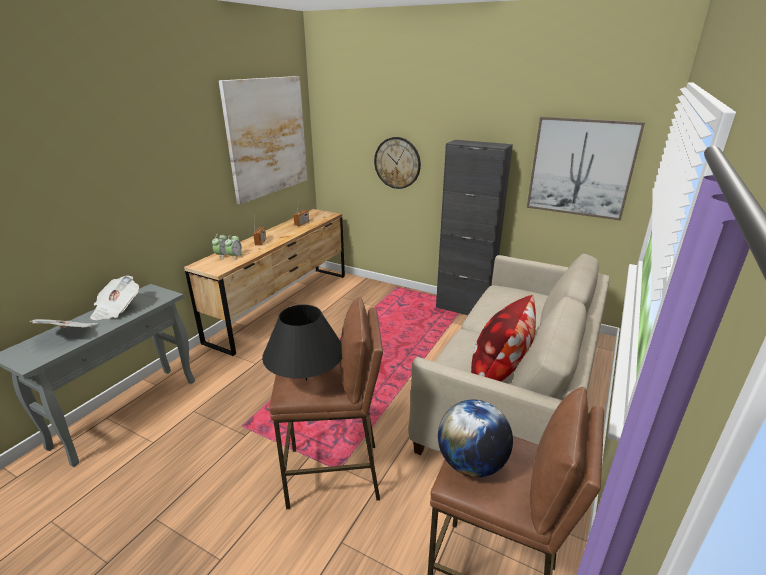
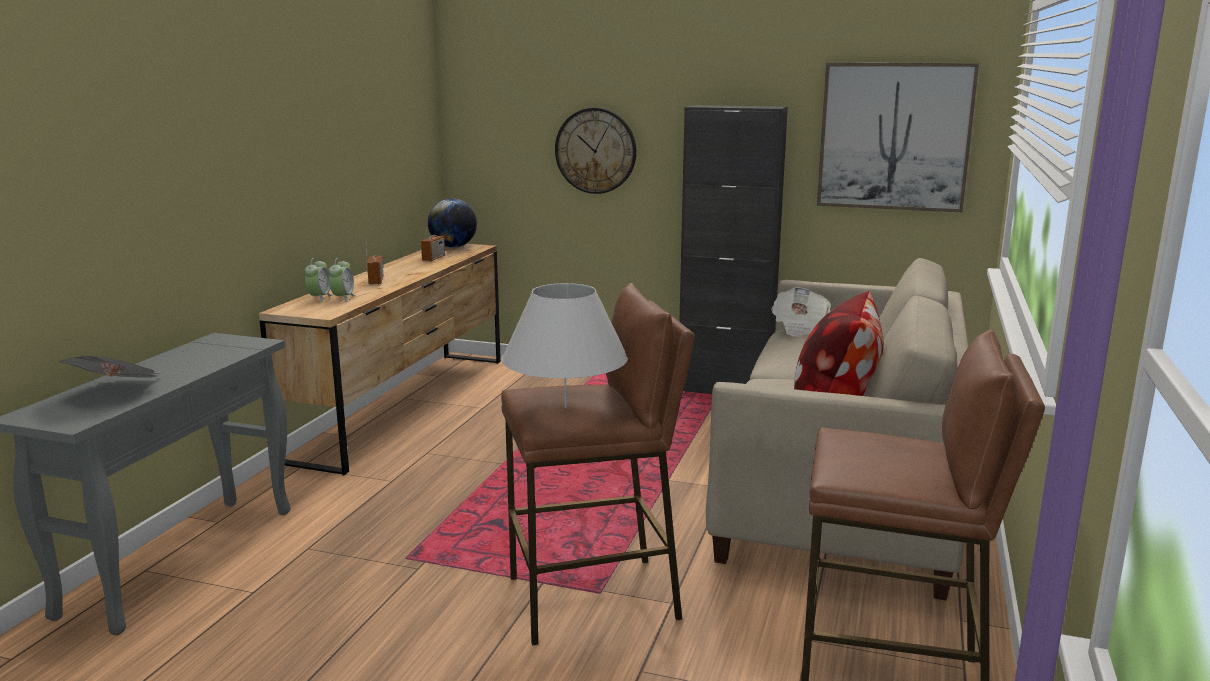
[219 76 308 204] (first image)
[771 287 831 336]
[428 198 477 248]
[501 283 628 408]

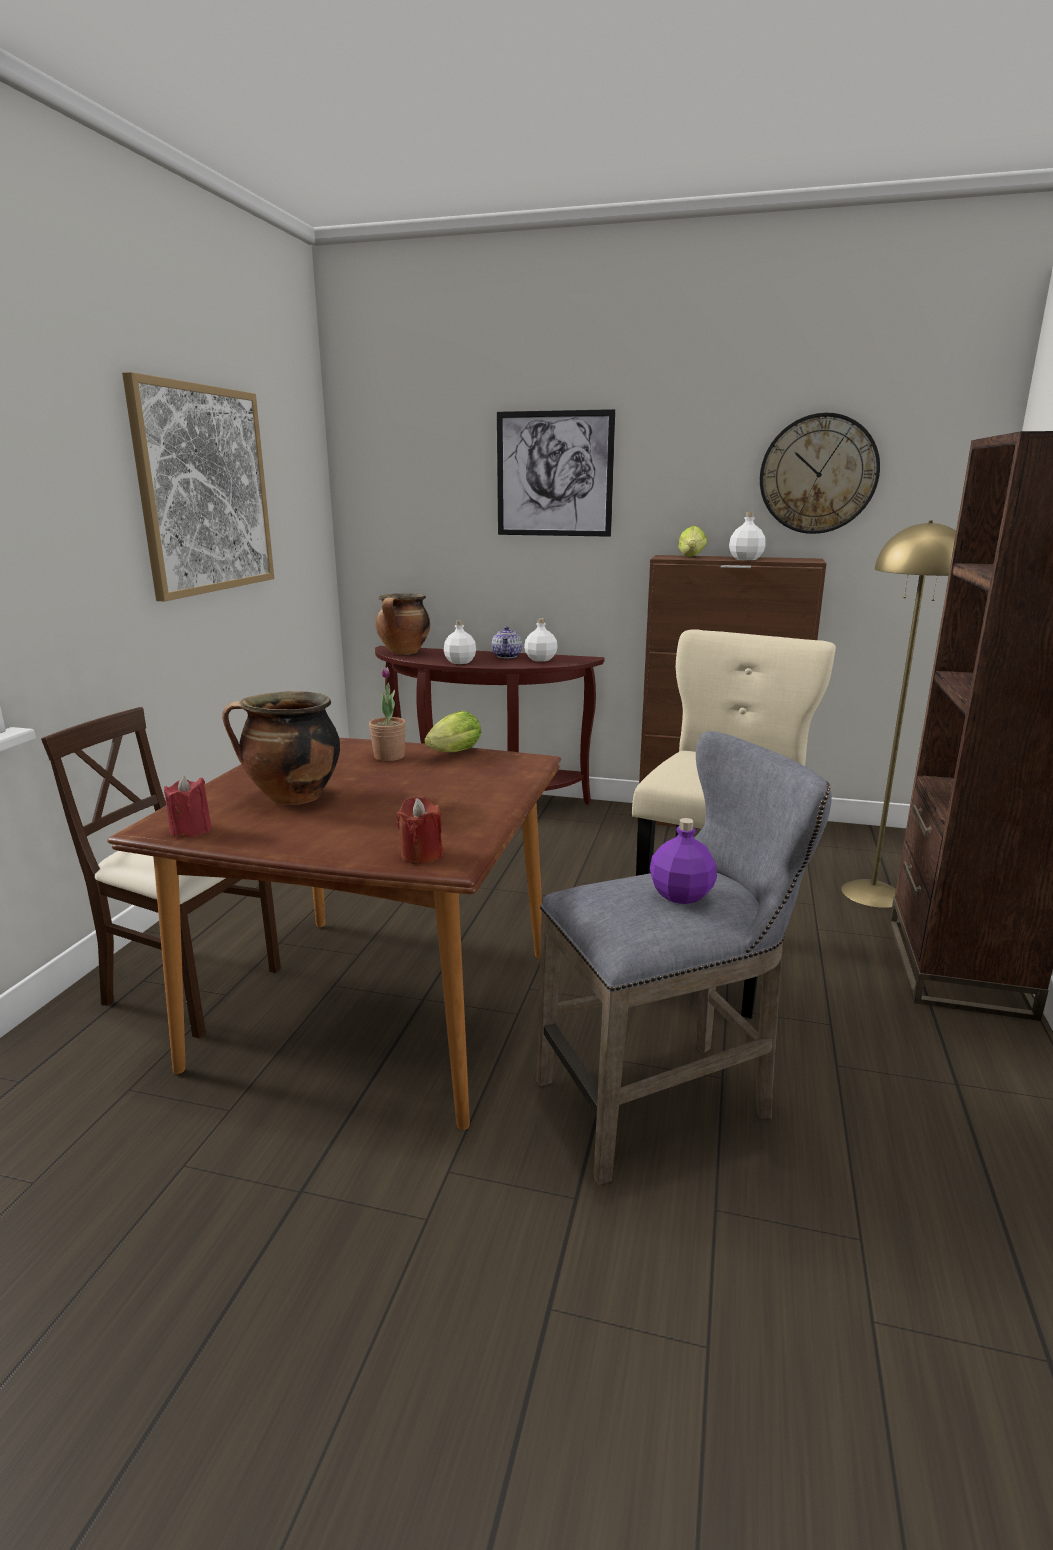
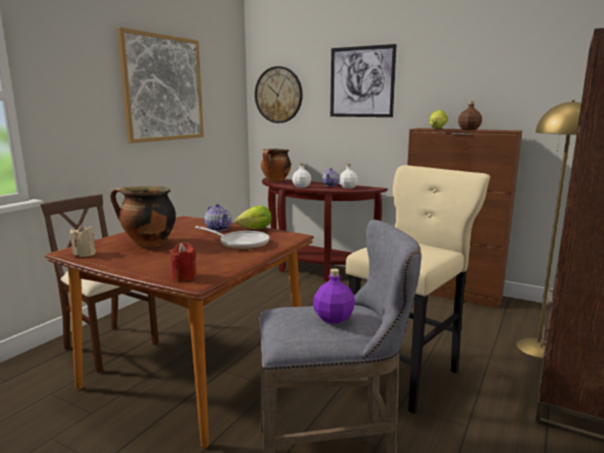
[195 226 269 250]
[255 66 303 123]
[205 204 232 231]
[70 224 96 257]
[458 101 482 130]

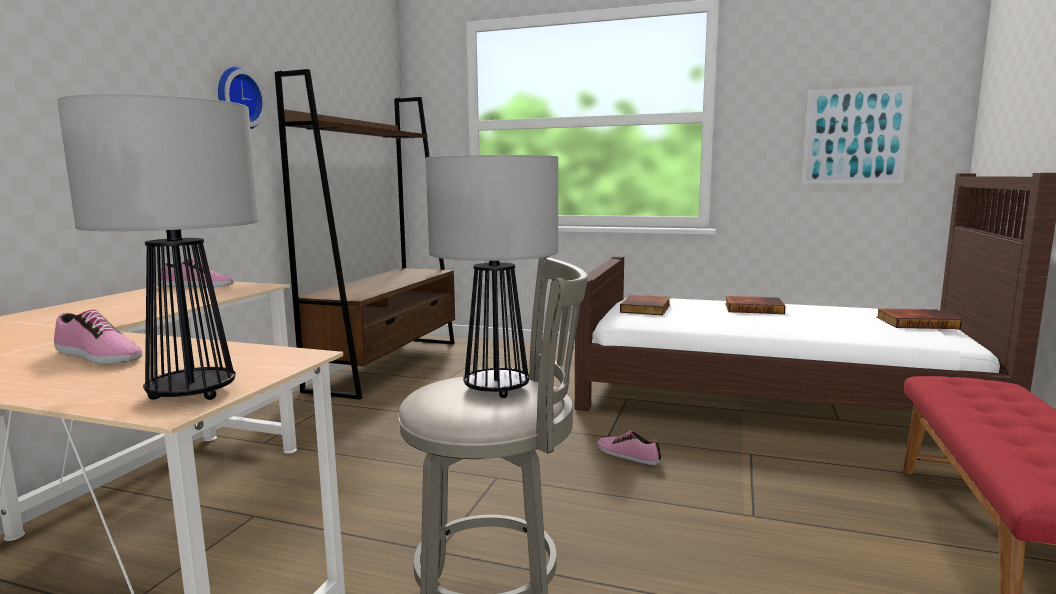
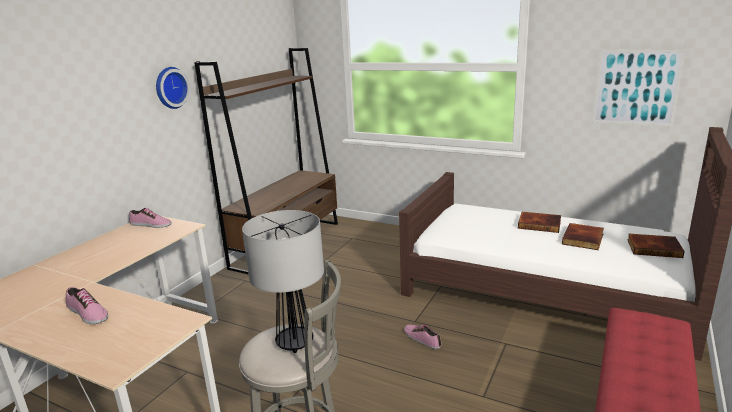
[57 94 259 400] (first image)
[562 223 604 250]

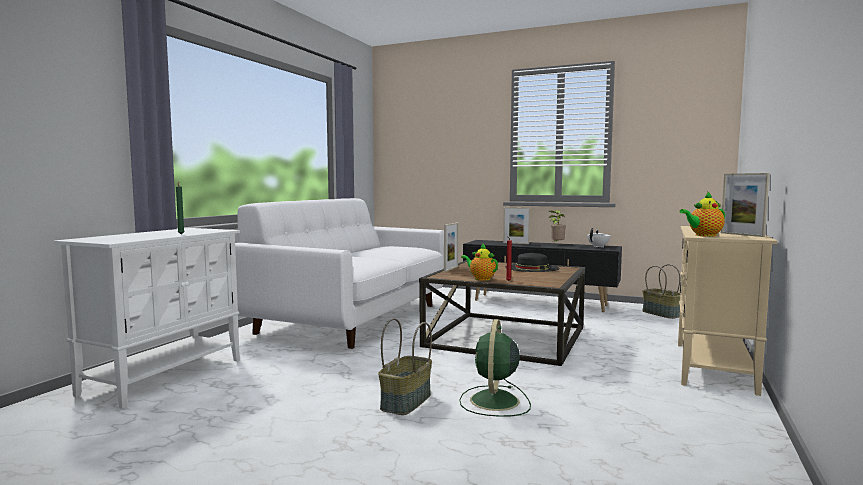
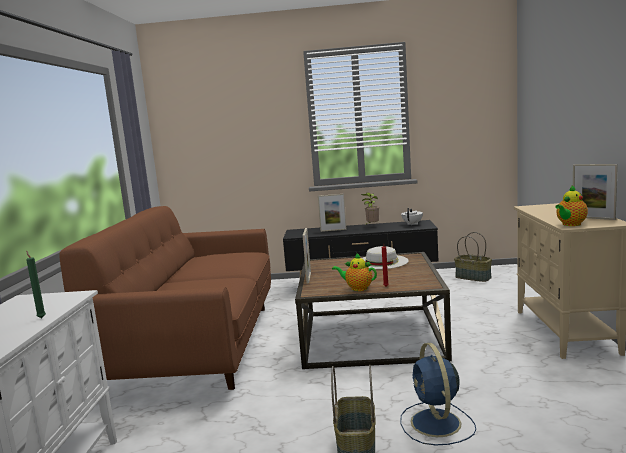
[59 206 271 390]
[400 343 476 446]
[362 246 409 269]

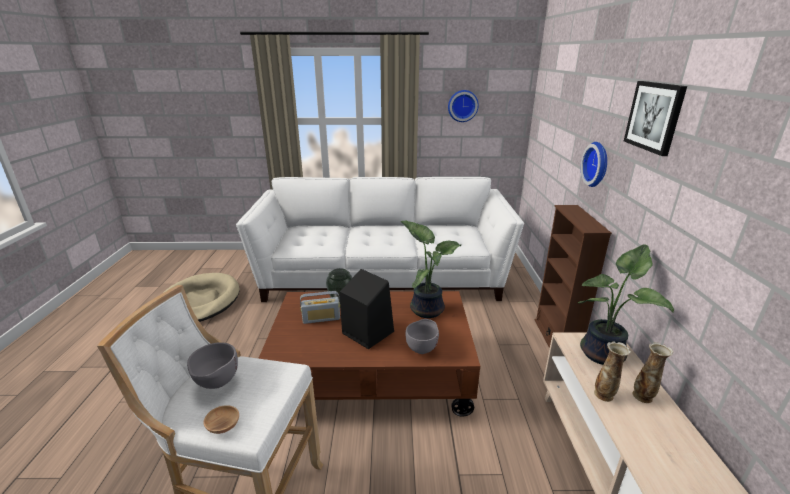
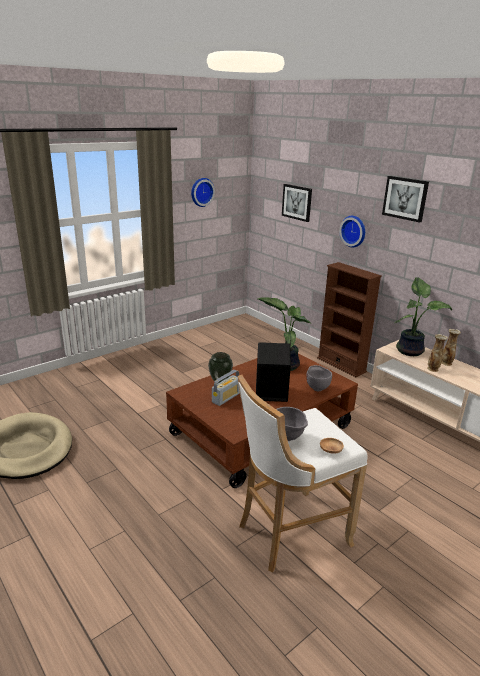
[236 177 524 302] (first image)
[282 184 312 222]

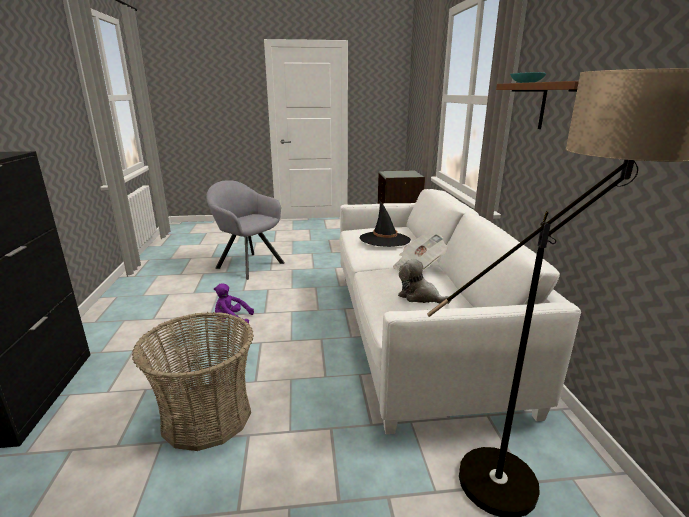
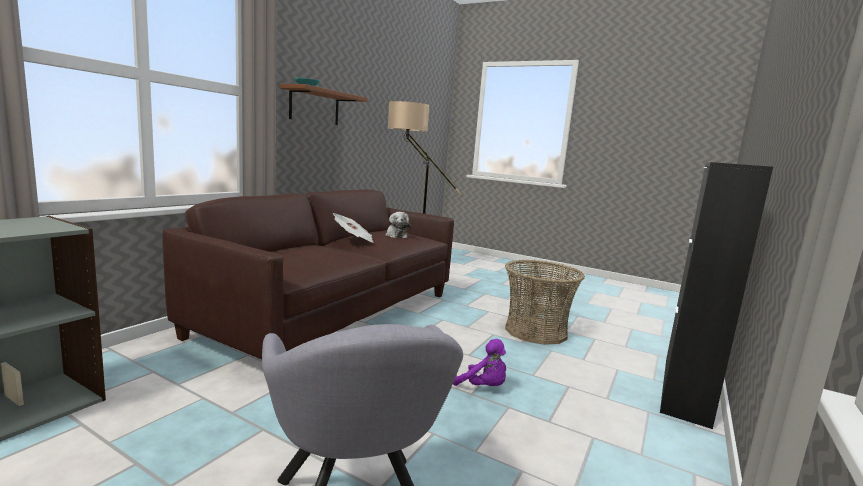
[360 201 411 247] (first image)
[162 189 454 360]

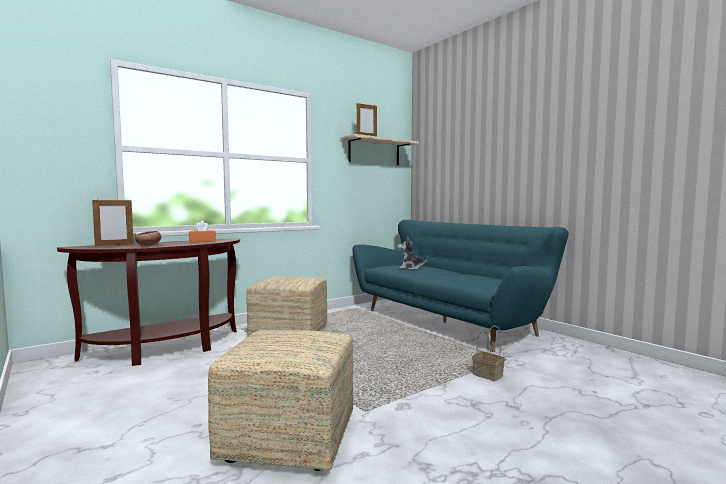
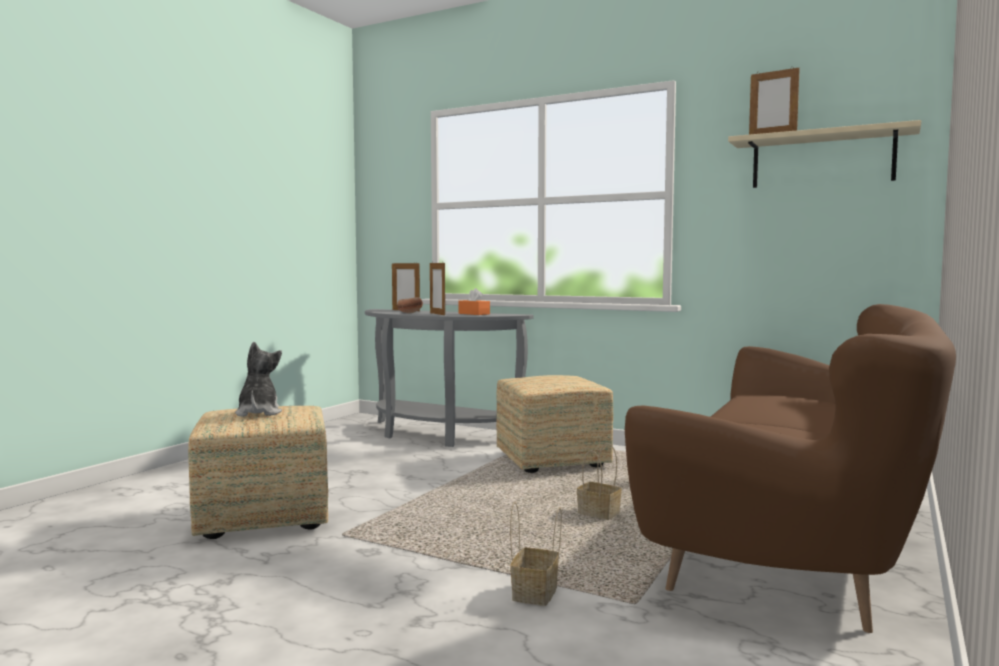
[430 261 445 315]
[577 443 622 520]
[235 342 282 417]
[365 309 534 447]
[625 304 956 633]

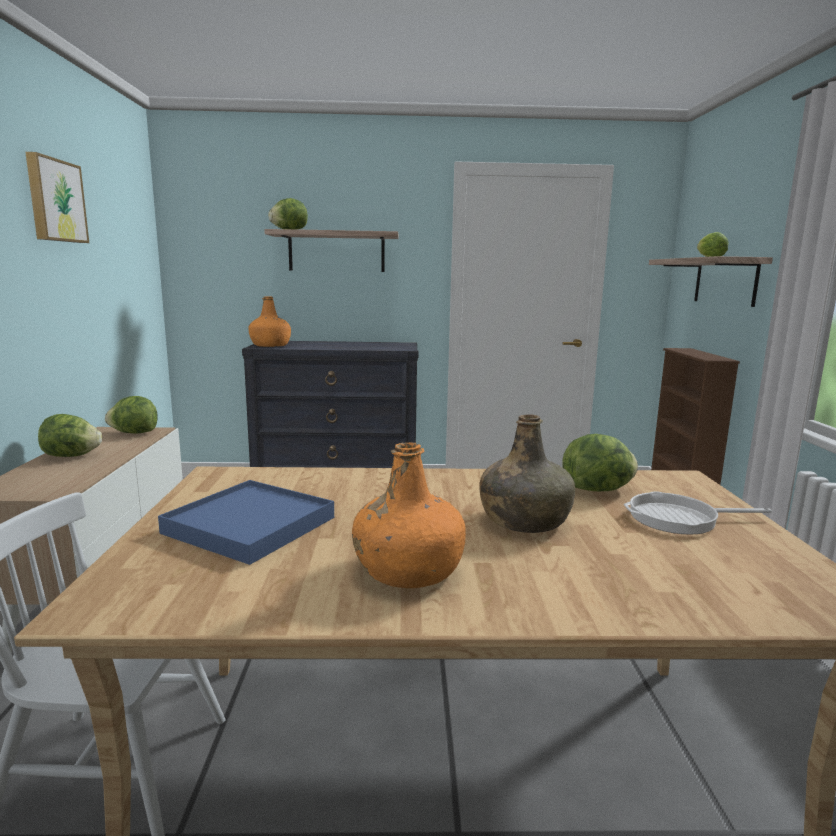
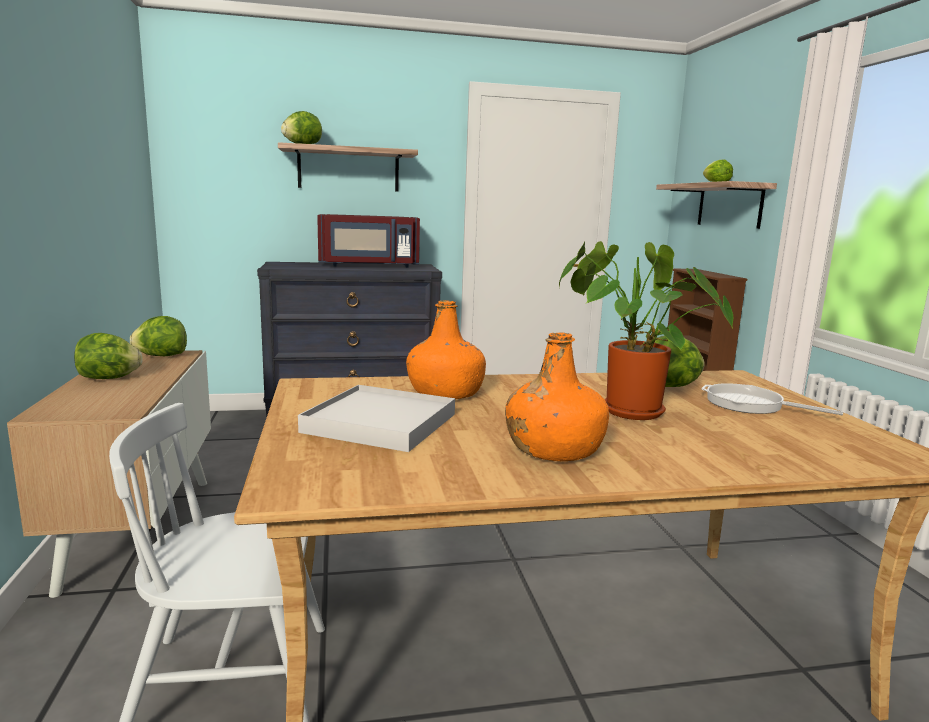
[25 152 89 243] (first image)
[317 214 420 268]
[406 300 486 399]
[559 241 733 420]
[298 385 455 452]
[701 383 843 415]

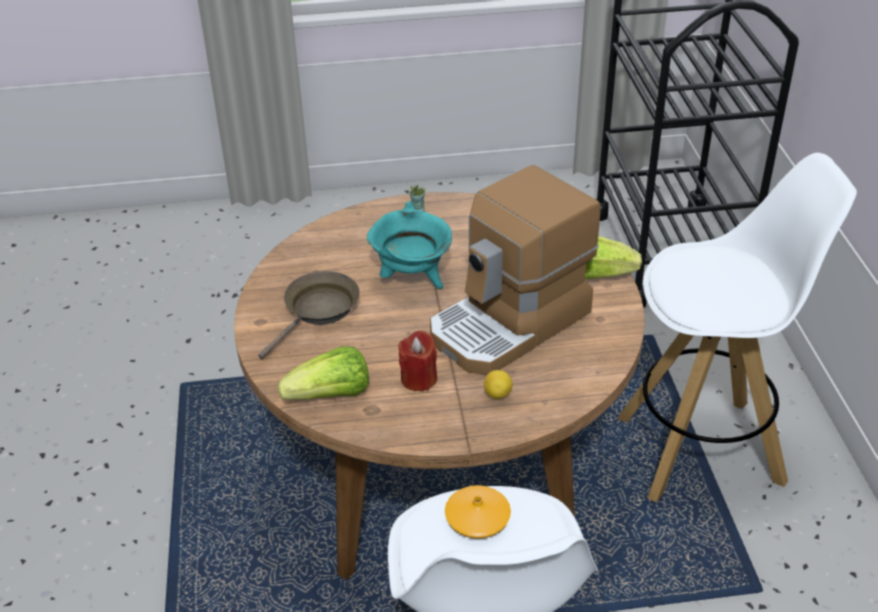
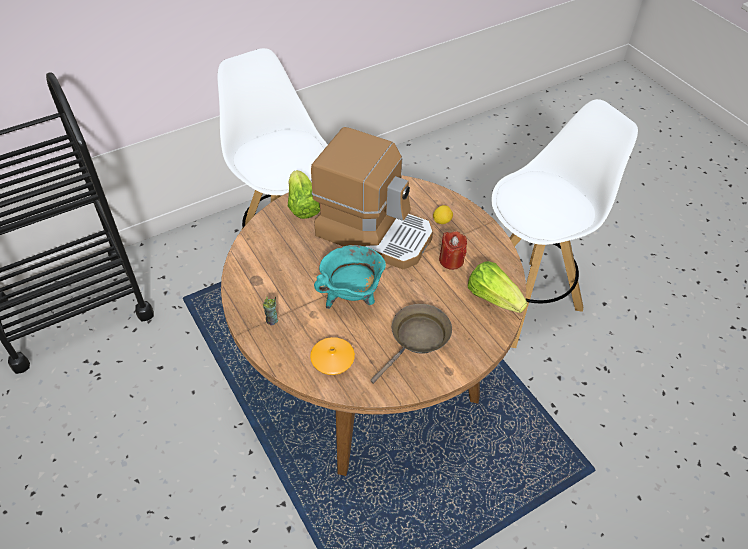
[310 337 355 375]
[370 304 452 384]

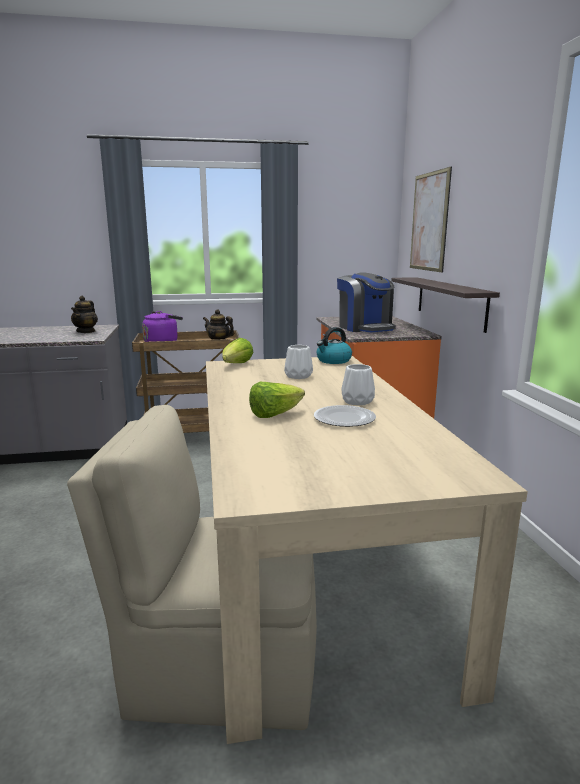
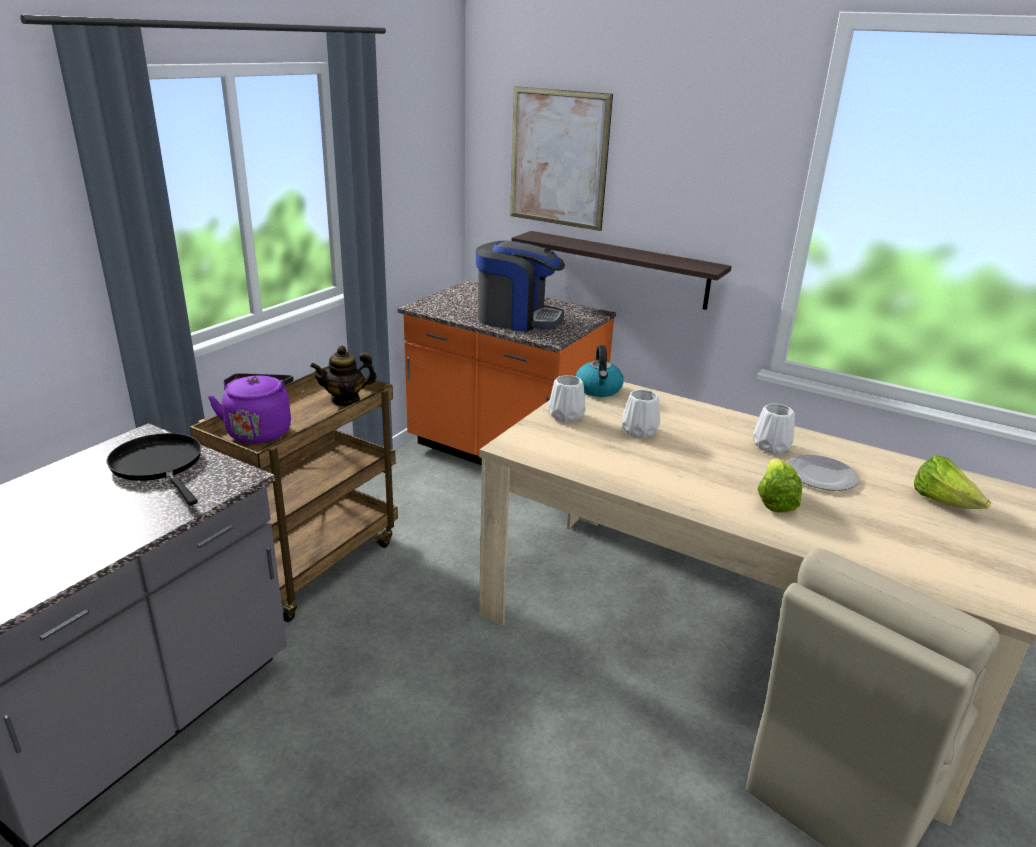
[549 375 586 422]
[914 456 991 509]
[106 433 201 505]

